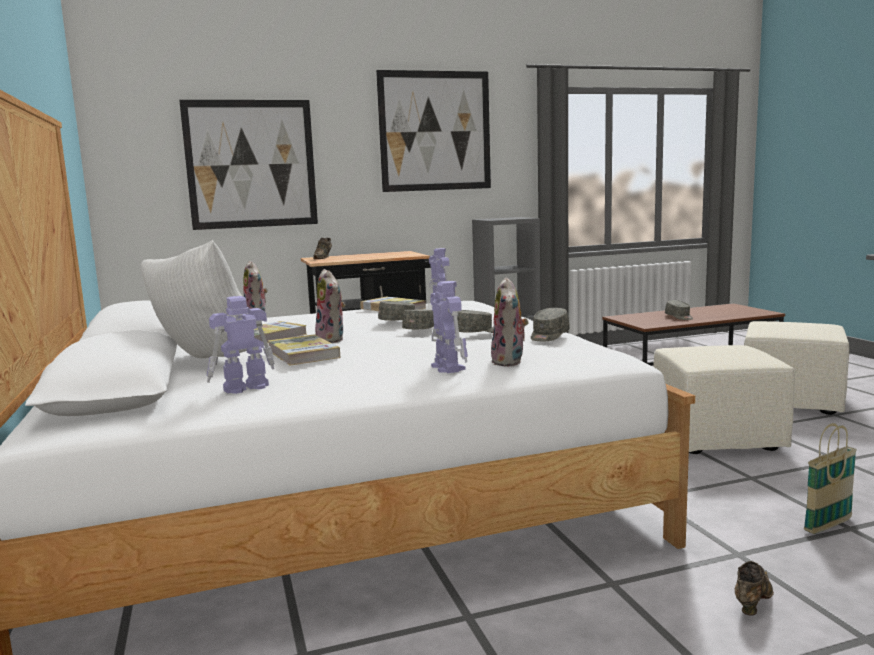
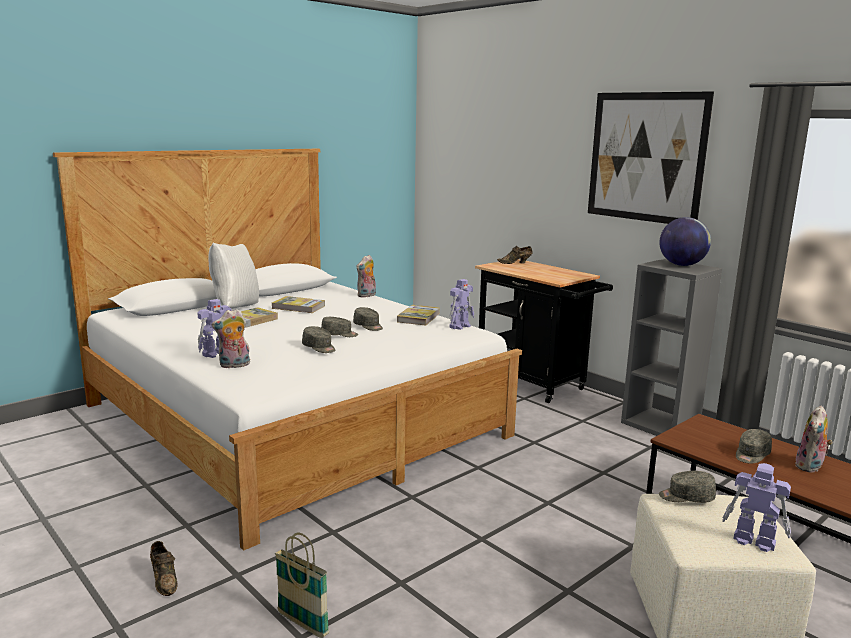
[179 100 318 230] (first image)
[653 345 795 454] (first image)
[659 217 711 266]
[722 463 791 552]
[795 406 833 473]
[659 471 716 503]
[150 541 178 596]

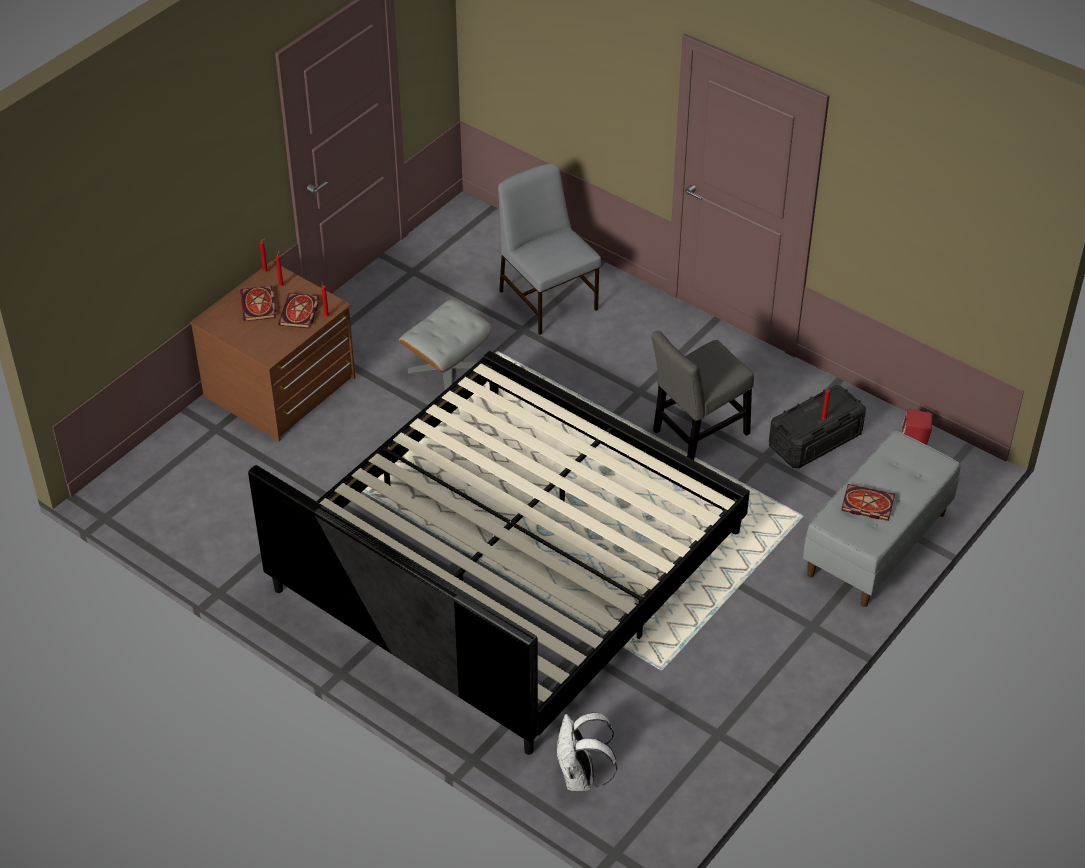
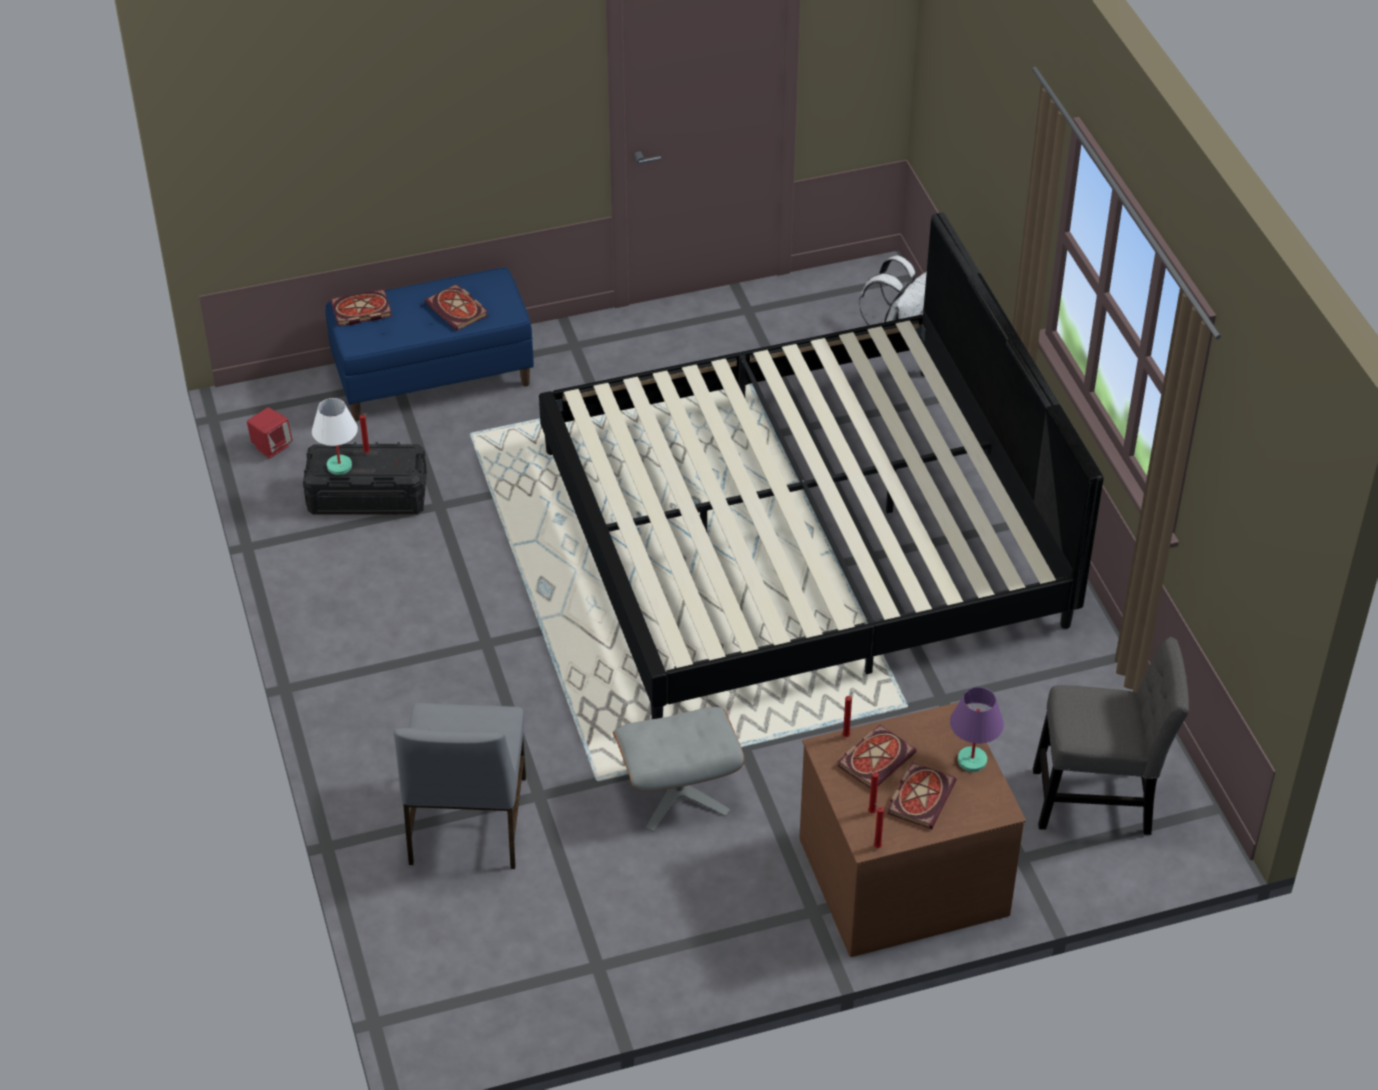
[312 398 358 475]
[330 289 392 327]
[950 687 1004 772]
[1033 637 1189 835]
[325 268 534 421]

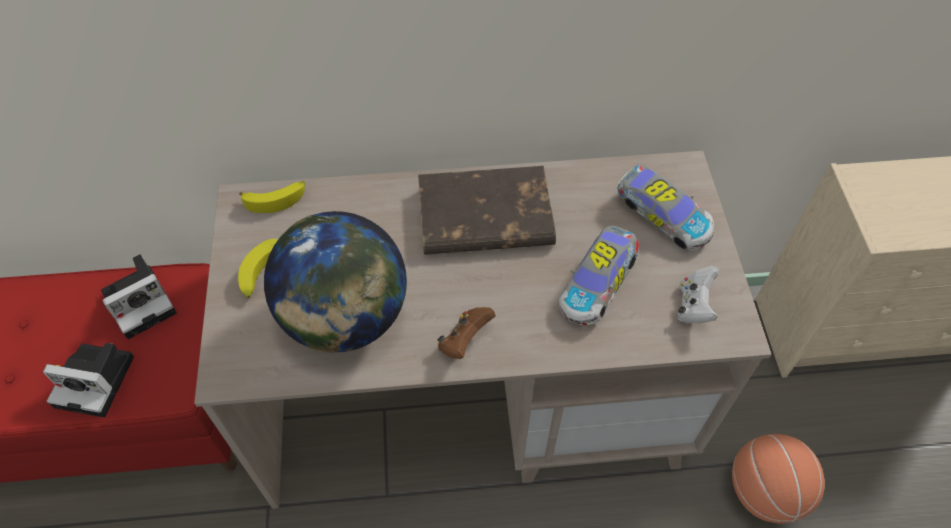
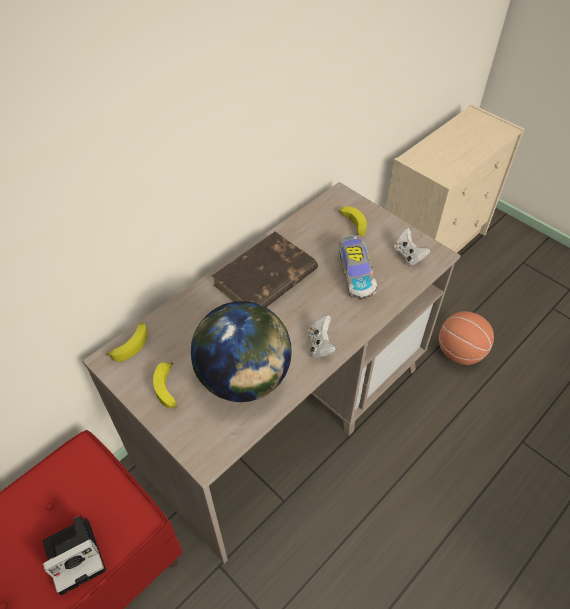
[101 254 177 339] (first image)
[338 206 367 236]
[308 315 336 358]

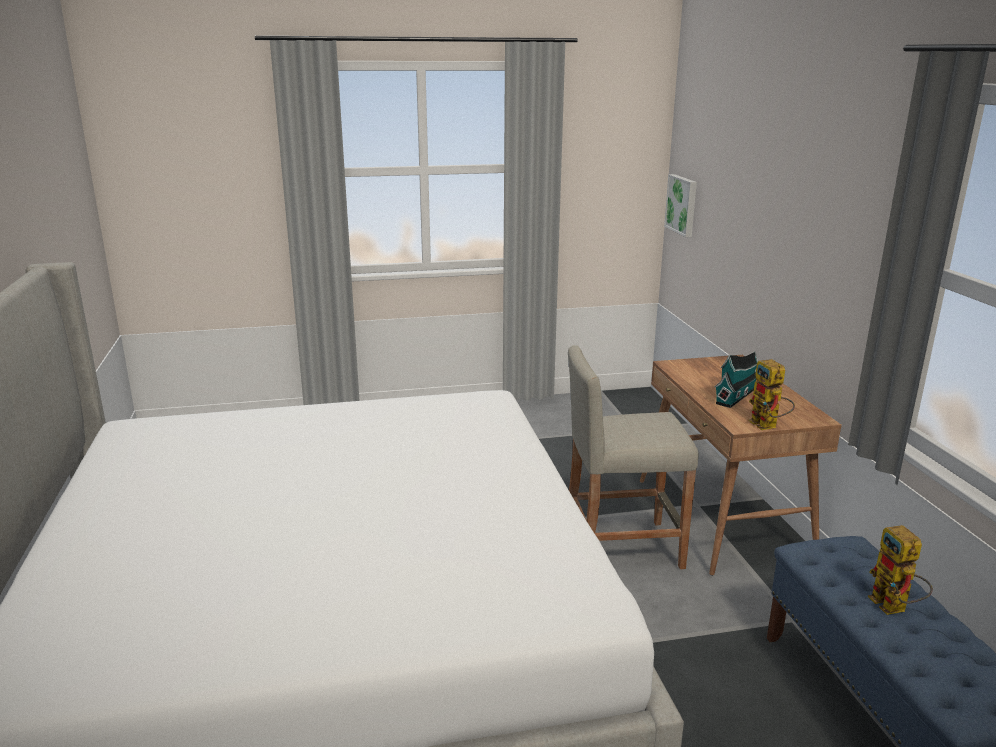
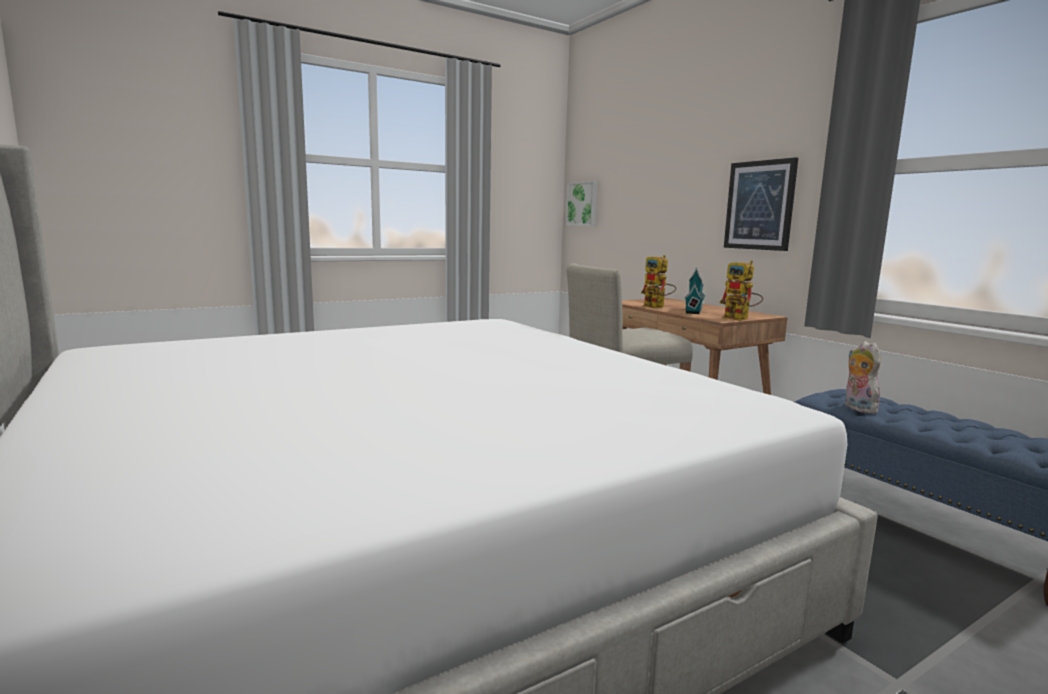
[724 157 798 251]
[845 341 881 414]
[641 255 677 308]

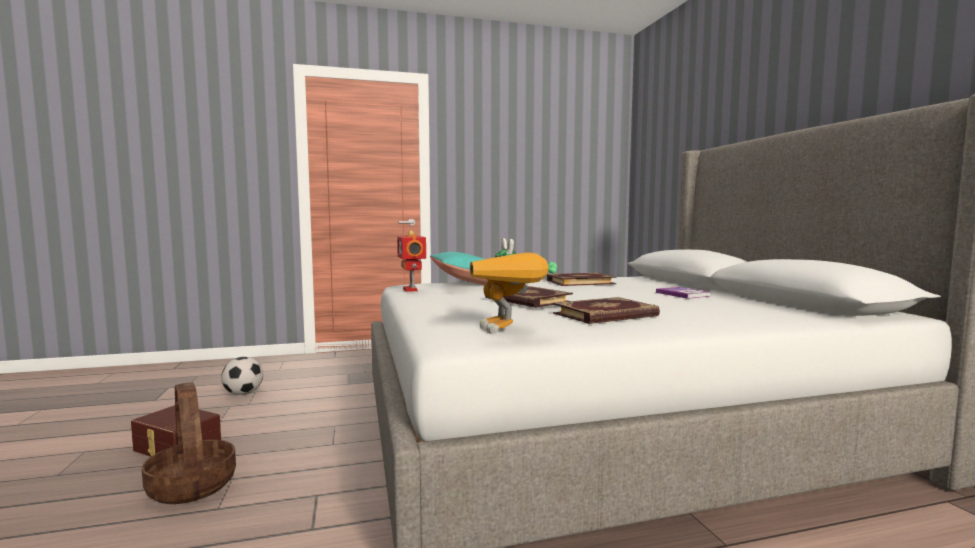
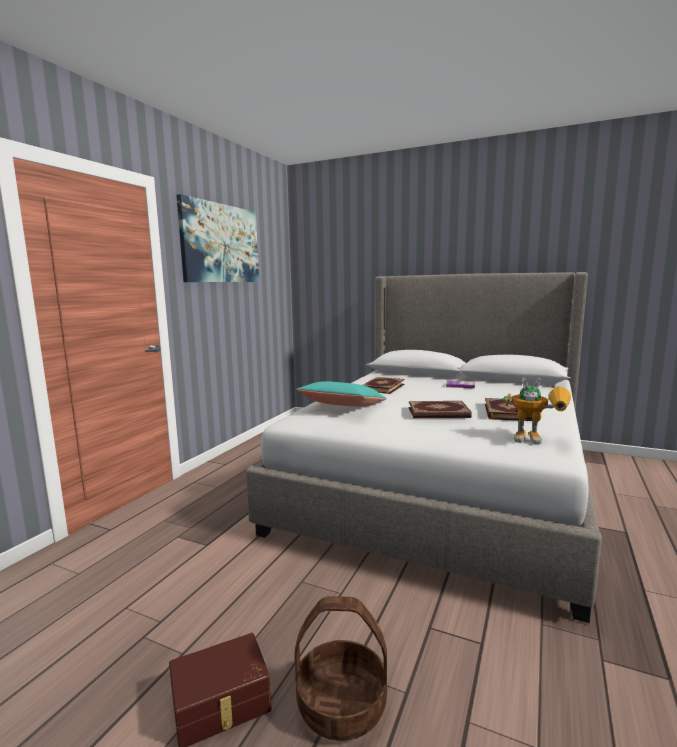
[221 357 263 395] (first image)
[397 230 426 292] (first image)
[177 194 259 282]

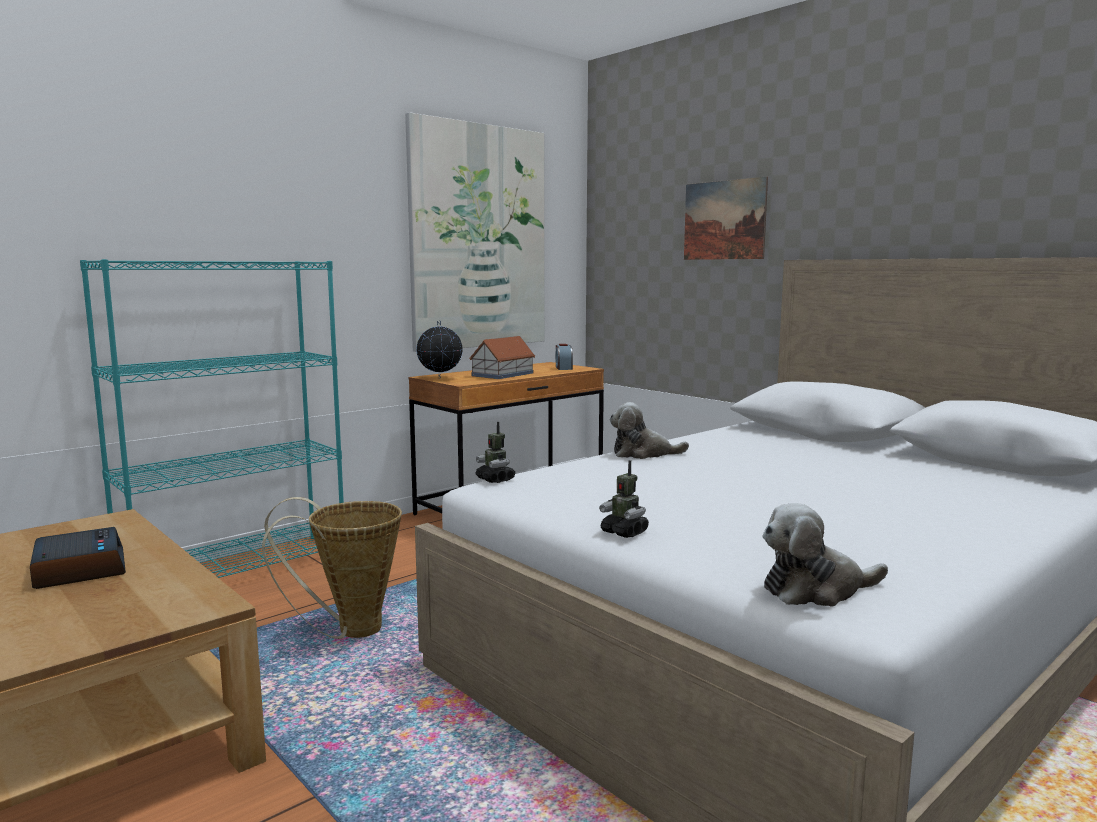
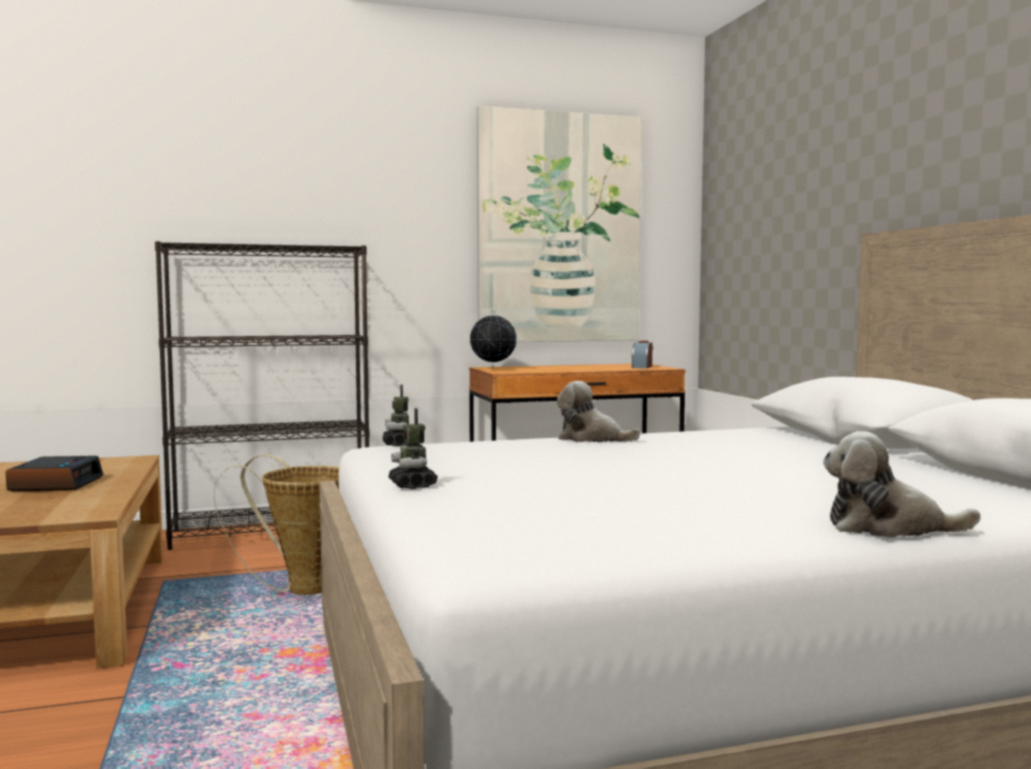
[469 336 535 379] (first image)
[684 177 768 260] (first image)
[823 431 981 538]
[155 241 370 550]

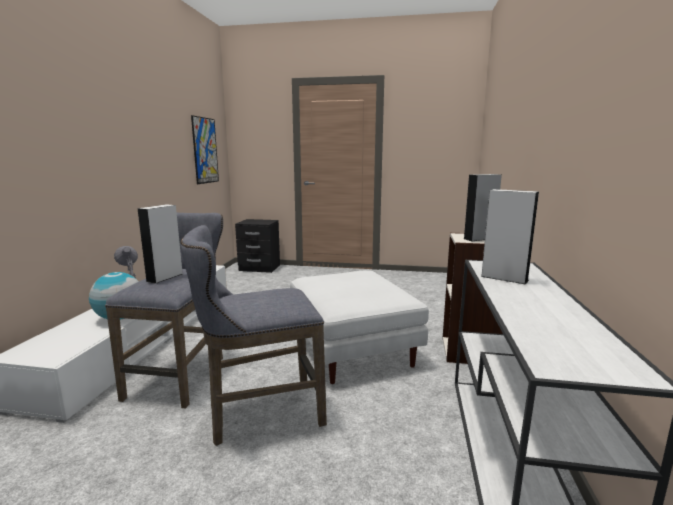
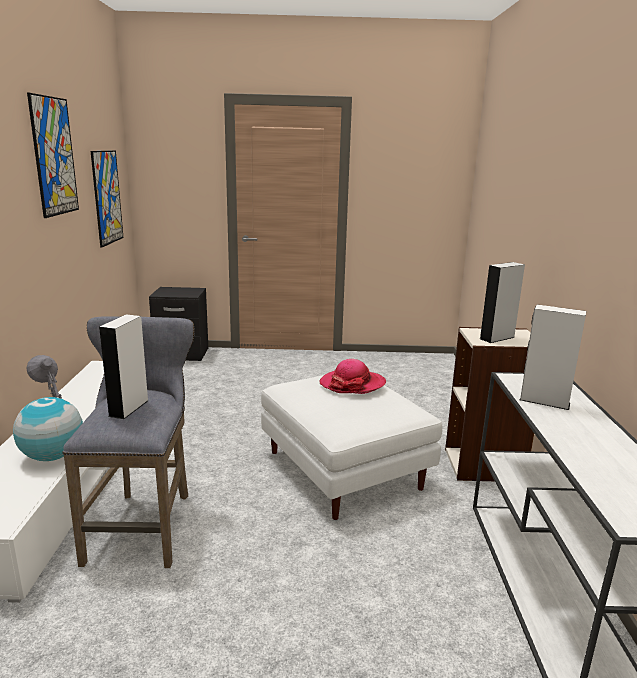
[180 225 327 446] (first image)
[27 93 79 218]
[320 359 386 394]

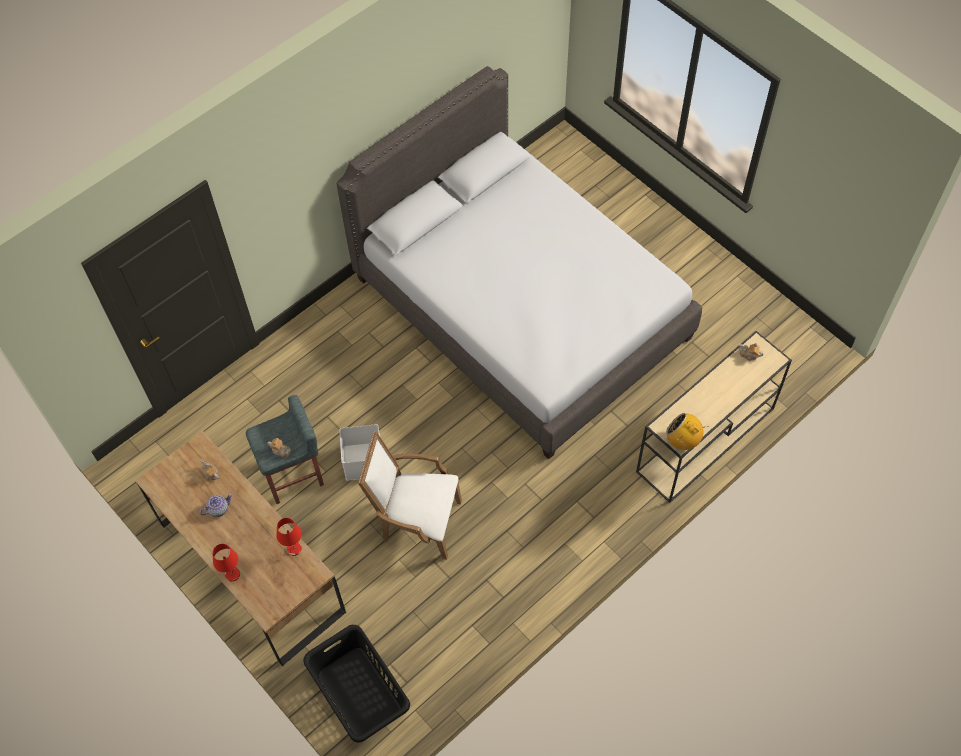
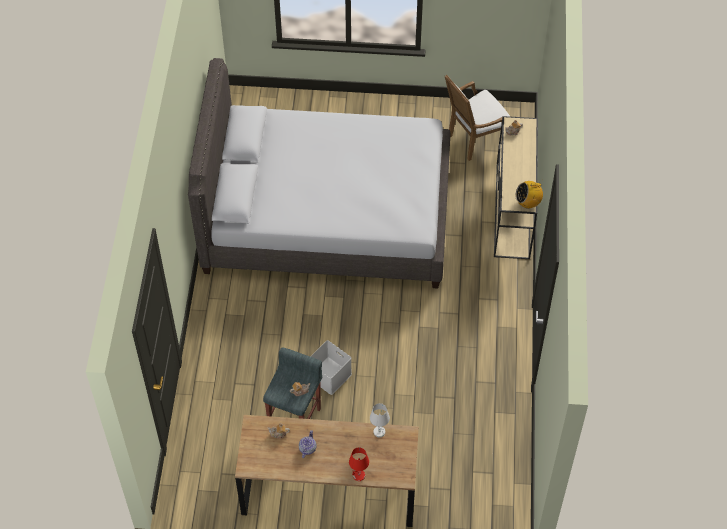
[303 625 410 743] (first image)
[445 75 510 161]
[370 403 390 437]

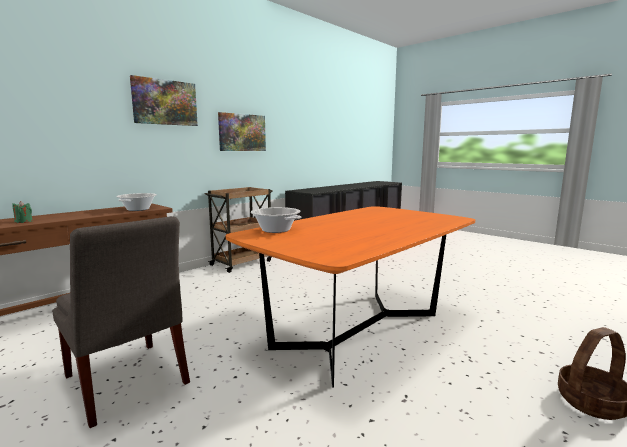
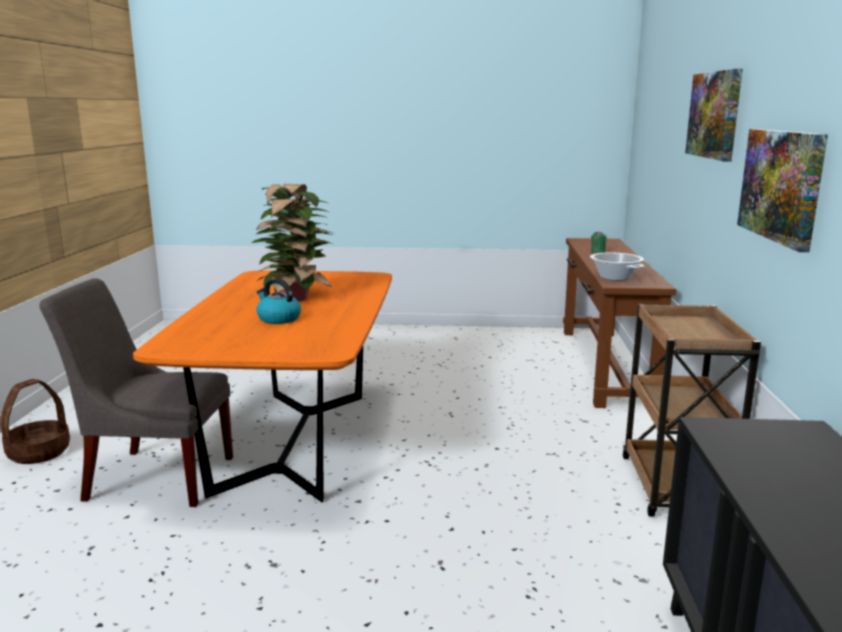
[251 207 301 233] (first image)
[251 184 332 301]
[257 278 301 324]
[39 278 233 507]

